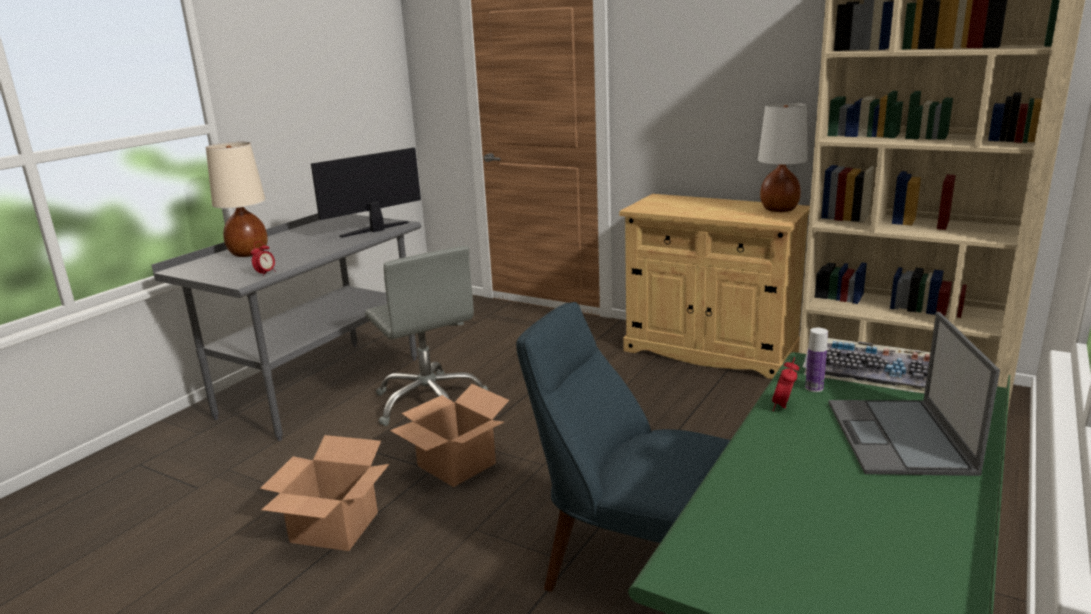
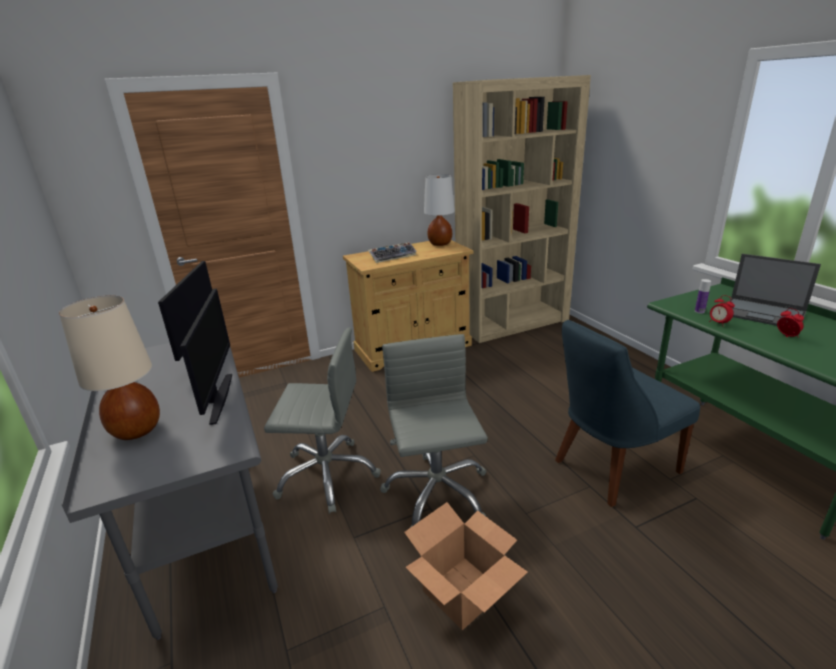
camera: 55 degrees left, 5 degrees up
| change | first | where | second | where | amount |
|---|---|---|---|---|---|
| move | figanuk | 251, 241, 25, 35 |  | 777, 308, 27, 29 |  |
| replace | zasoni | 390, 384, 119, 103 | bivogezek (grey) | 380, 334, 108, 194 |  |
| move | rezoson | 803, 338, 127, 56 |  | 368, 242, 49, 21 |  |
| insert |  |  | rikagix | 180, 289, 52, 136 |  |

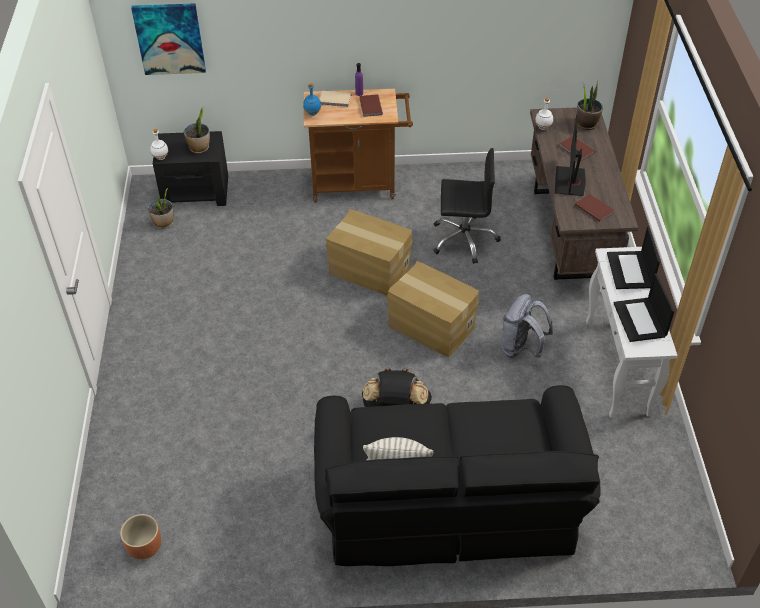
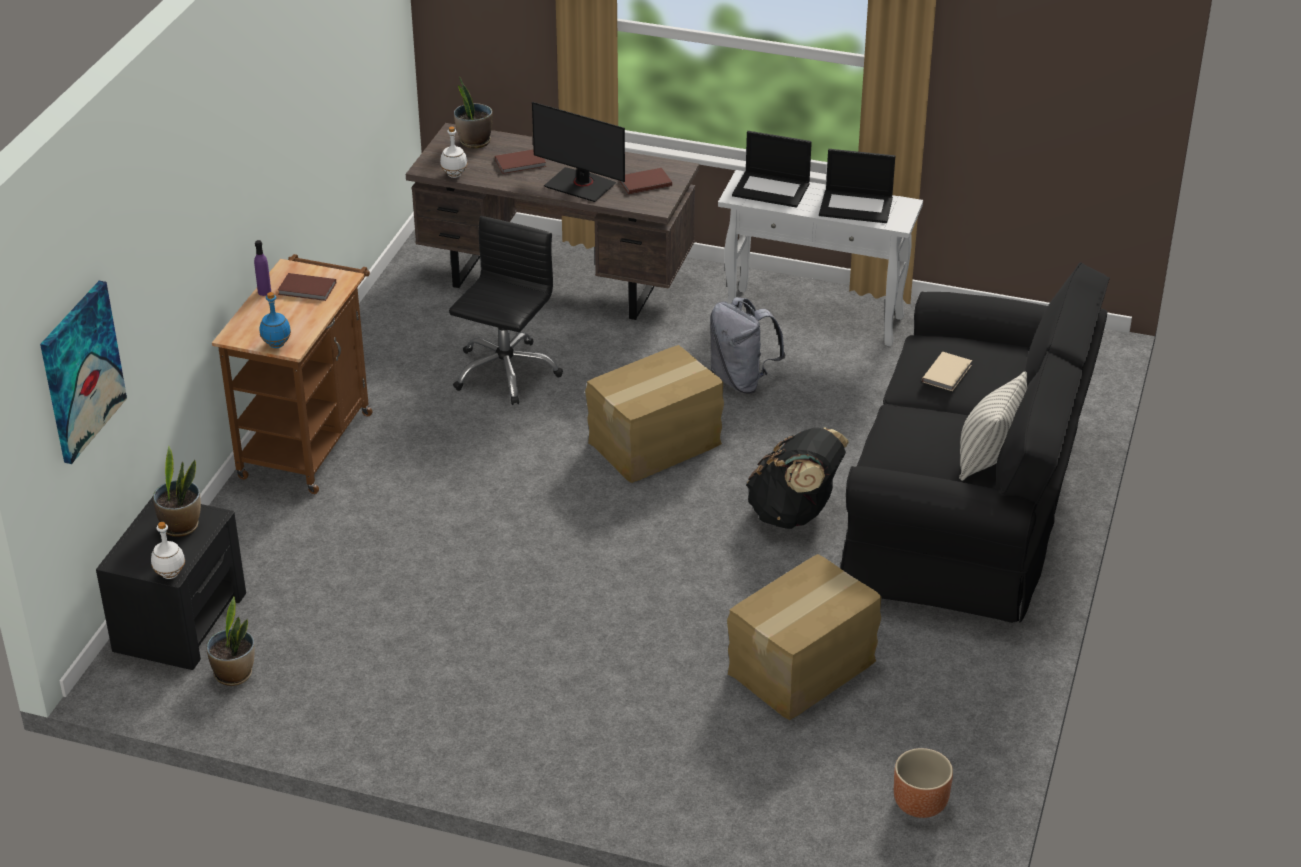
camera: 70 degrees left, 10 degrees down
| change | first | where | second | where | amount |
|---|---|---|---|---|---|
| move | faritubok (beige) | 320, 91, 32, 16 |  | 922, 352, 50, 39 |  |
| move | zasoni | 326, 209, 86, 86 |  | 727, 554, 155, 166 |  |

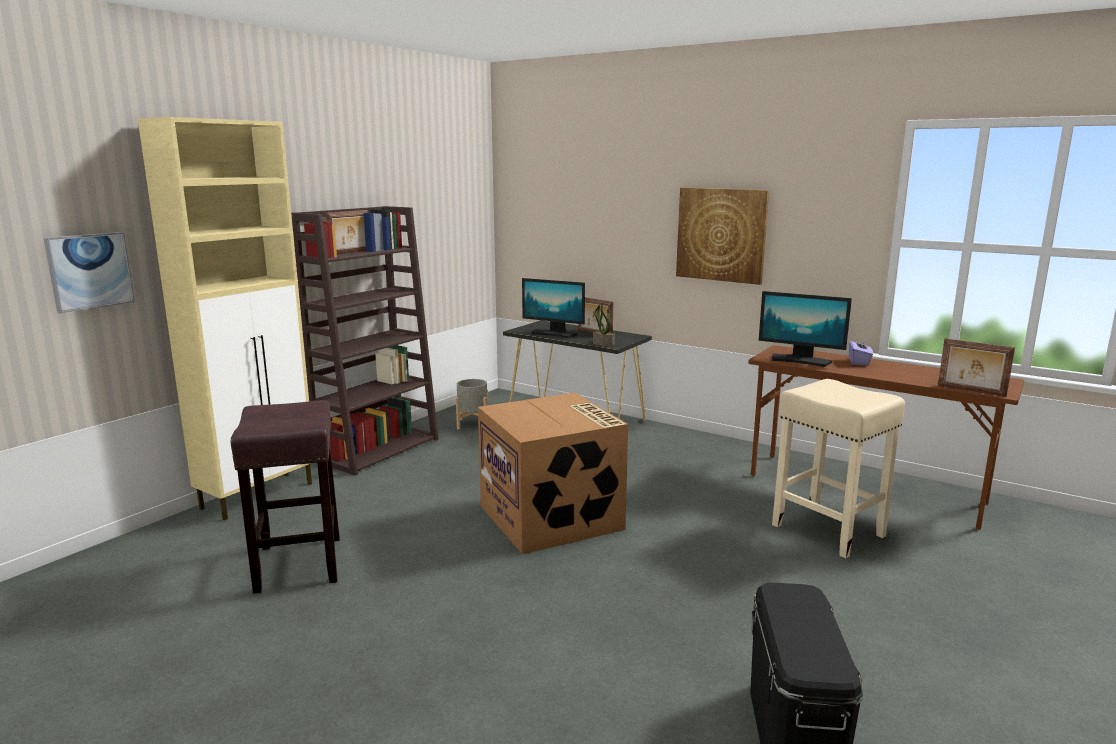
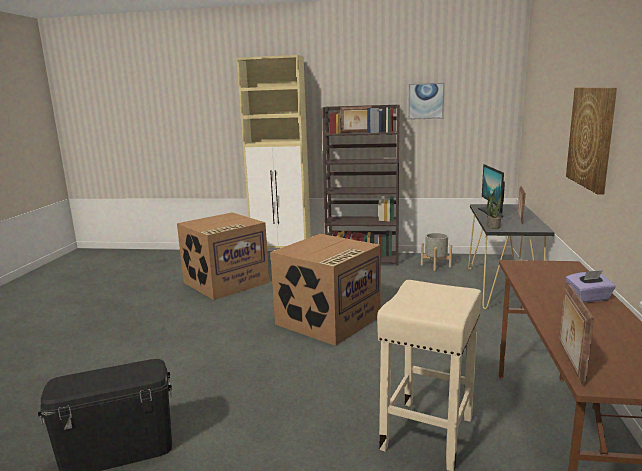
camera: 65 degrees right, 0 degrees up
| change | first | where | second | where | amount |
|---|---|---|---|---|---|
| move | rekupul | 44, 232, 91, 81 |  | 408, 83, 37, 37 |  |
| replace | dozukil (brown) | 231, 400, 109, 194 | zasoni | 177, 212, 92, 88 |  |
| delete | rikagix | 759, 291, 93, 76 |  |  |  |

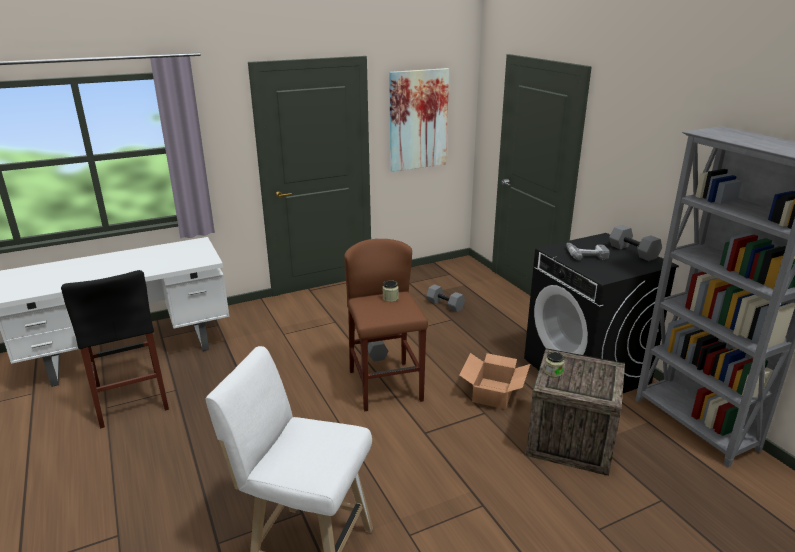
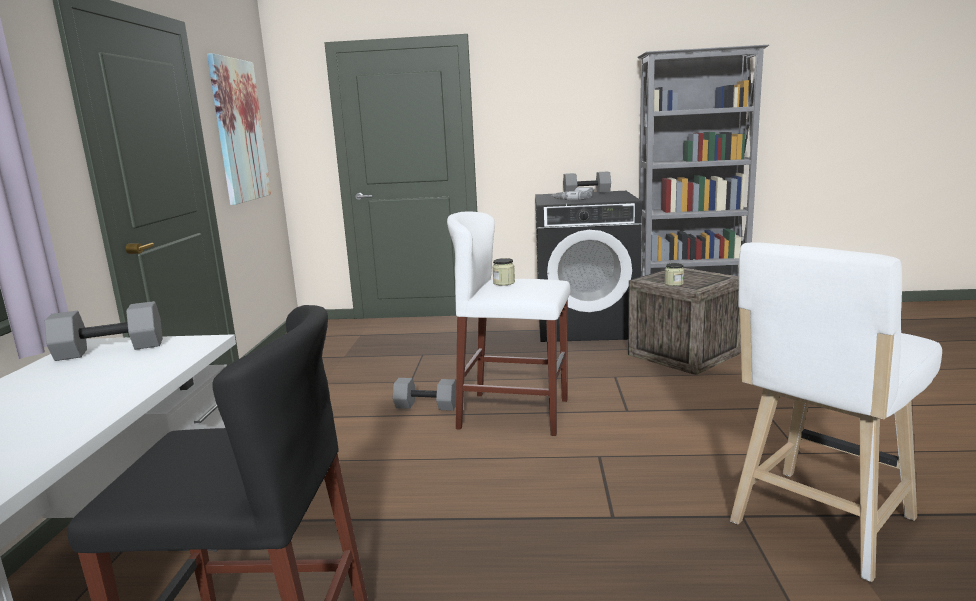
camera: 60 degrees left, 10 degrees down
| change | first | where | second | where | amount |
|---|---|---|---|---|---|
| recolor | dozukil (brown) | 344, 239, 84, 172 | dozukil (white) | 447, 212, 123, 224 |  |
| move | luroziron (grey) | 426, 284, 39, 28 |  | 45, 301, 118, 60 |  |
| delete | zasoni | 459, 353, 71, 56 |  |  |  |

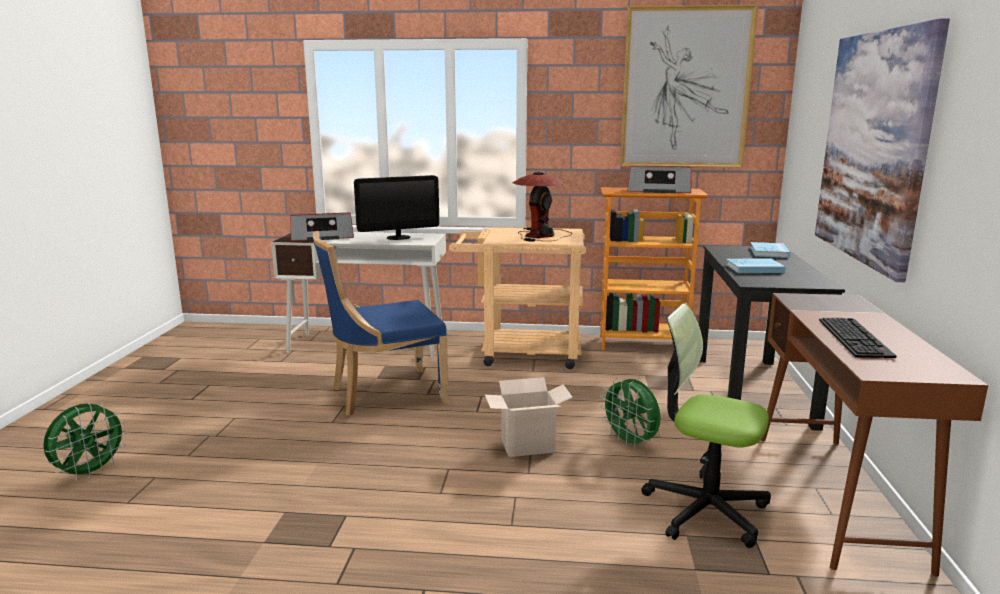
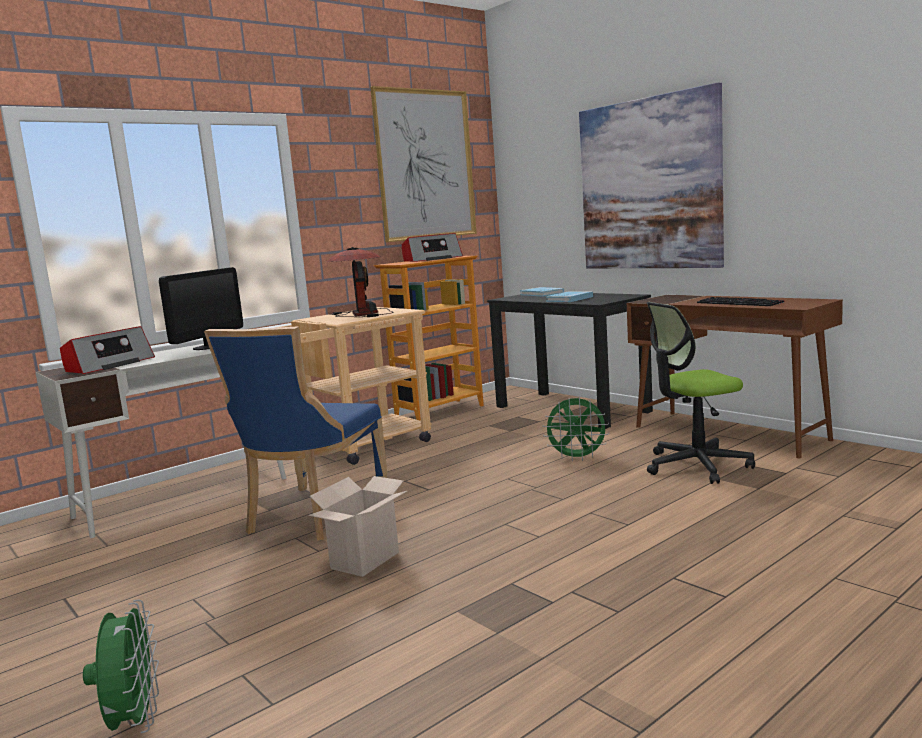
camera: 45 degrees left, 5 degrees down
| change | first | where | second | where | amount |
|---|---|---|---|---|---|
| move | zasoni | 485, 377, 88, 80 |  | 308, 476, 99, 101 |  |

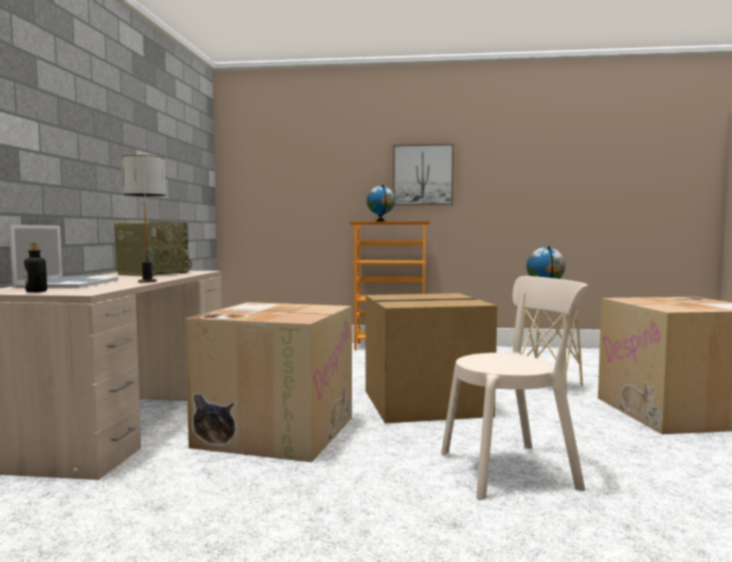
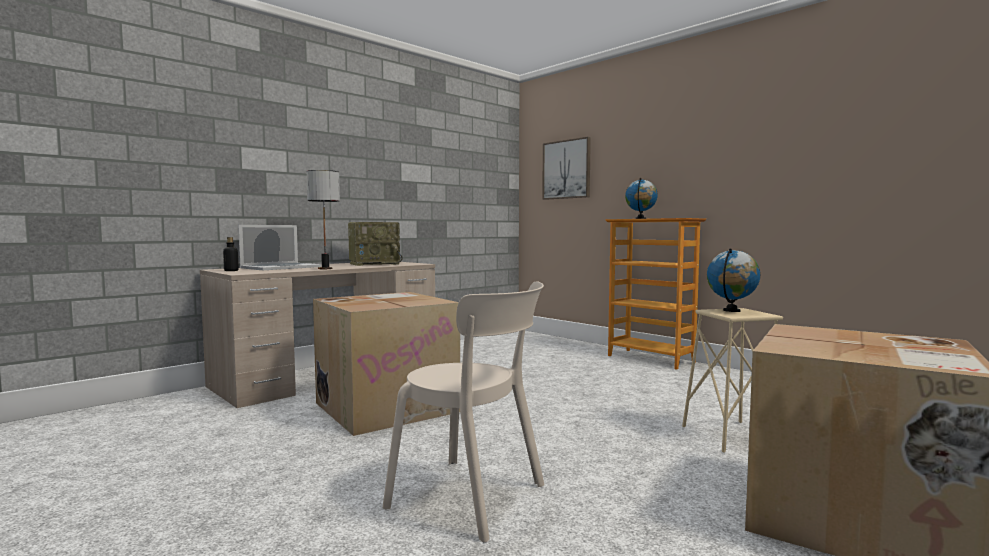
camera: 40 degrees right, 0 degrees up
| change | first | where | second | where | amount |
|---|---|---|---|---|---|
| delete | zasoni | 366, 293, 131, 130 |  |  |  |
| move | rekupul | 393, 144, 61, 61 |  | 542, 137, 49, 63 |  |

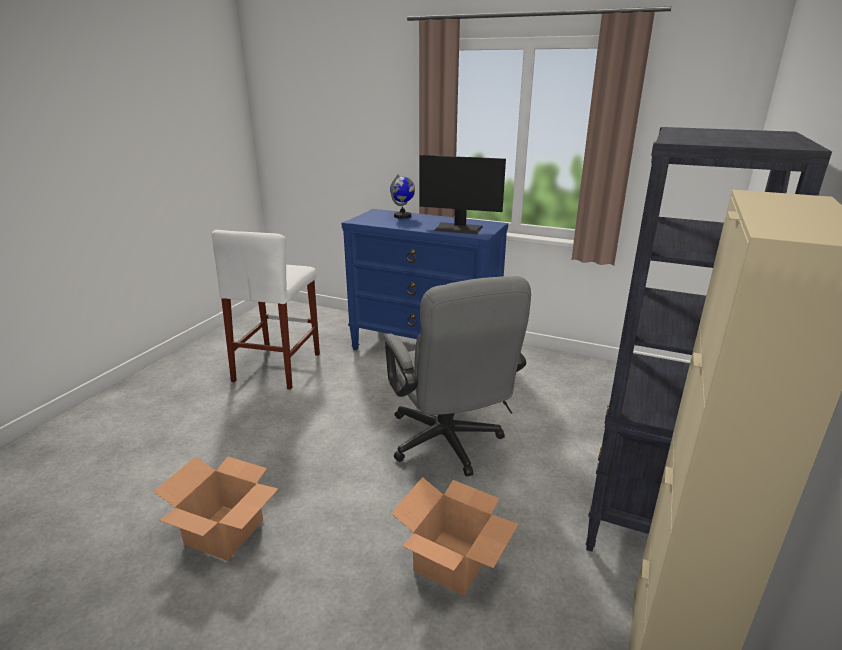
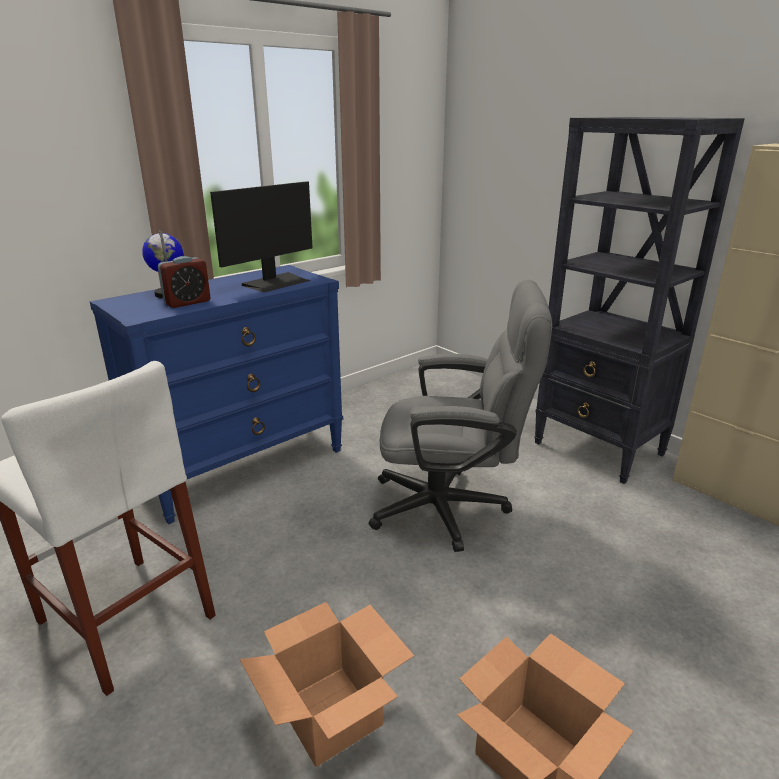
camera: 65 degrees left, 0 degrees up
| change | first | where | second | where | amount |
|---|---|---|---|---|---|
| move | zasoni | 391, 477, 127, 119 |  | 240, 602, 174, 165 |  |
| insert |  |  | figanuk | 158, 256, 53, 52 |  |

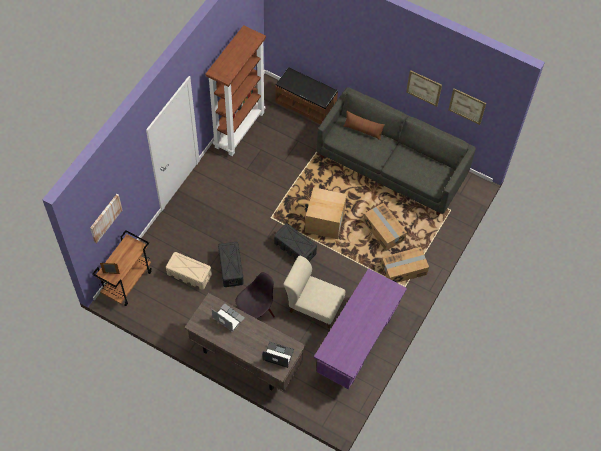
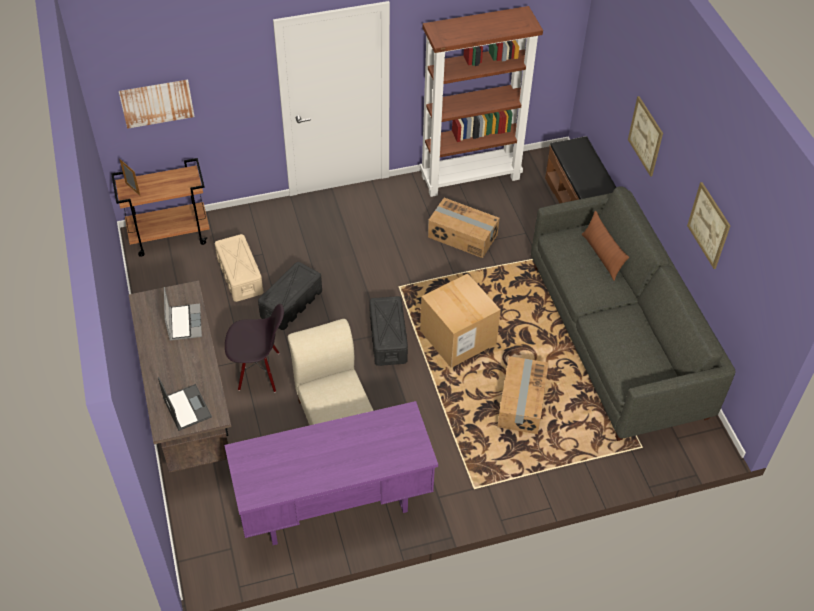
camera: 45 degrees right, 10 degrees down
| change | first | where | second | where | amount |
|---|---|---|---|---|---|
| move | zasoni | 381, 247, 48, 36 |  | 428, 198, 72, 60 |  |
| move | rekupul | 448, 88, 38, 37 |  | 628, 96, 35, 81 |  |

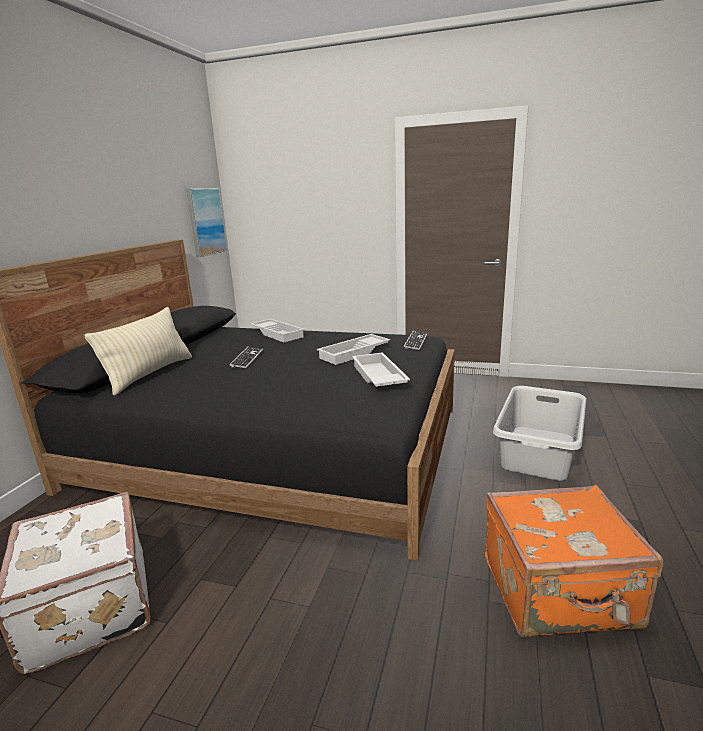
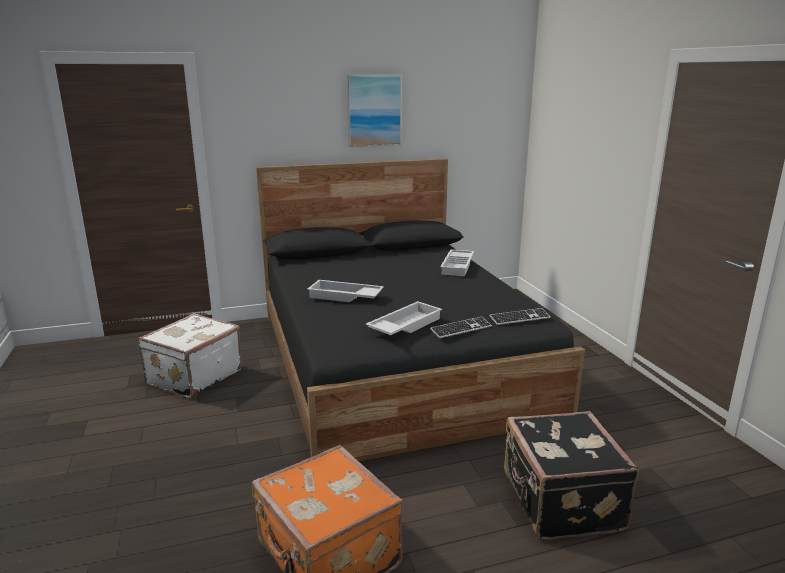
camera: 55 degrees right, 0 degrees up
| change | first | where | second | where | amount |
|---|---|---|---|---|---|
| delete | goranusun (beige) | 85, 307, 107, 89 |  |  |  |
| move | rekupul | 186, 188, 41, 69 |  | 347, 75, 55, 72 |  |
| move | rezoson | 229, 346, 34, 22 |  | 430, 316, 62, 22 |  |
| move | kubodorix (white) | 317, 334, 73, 31 |  | 307, 280, 77, 22 |  |
| replace | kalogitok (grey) | 493, 386, 93, 95 | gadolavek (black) | 504, 411, 135, 129 |  |

